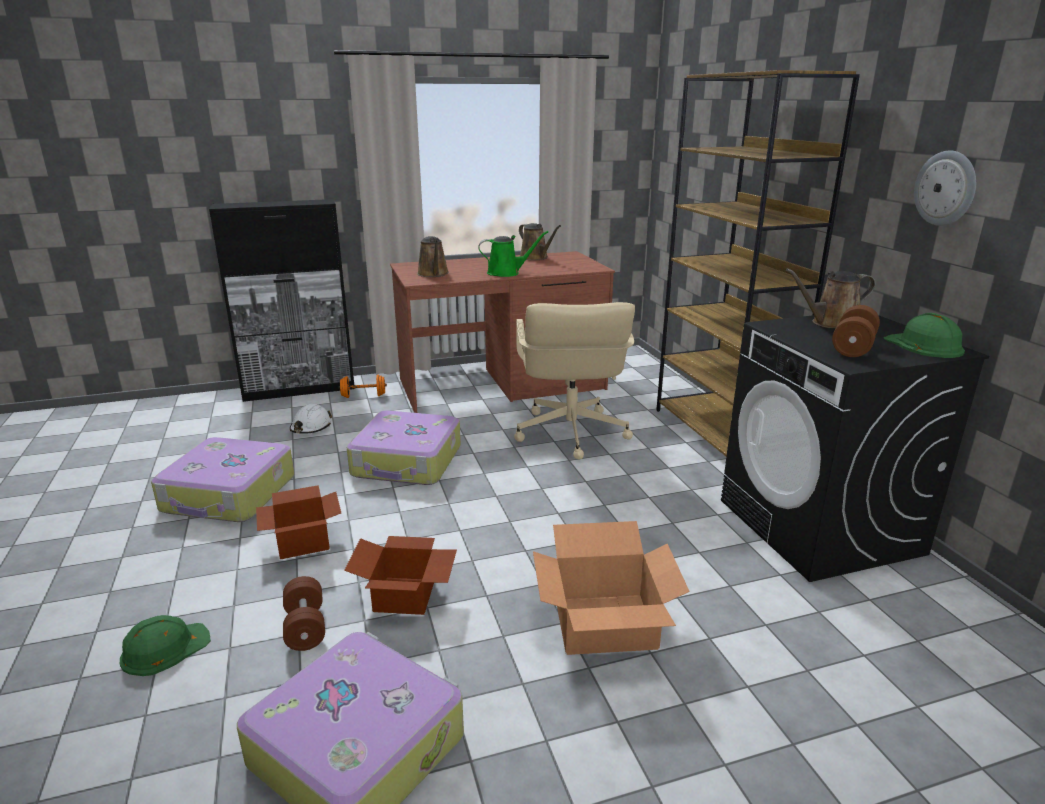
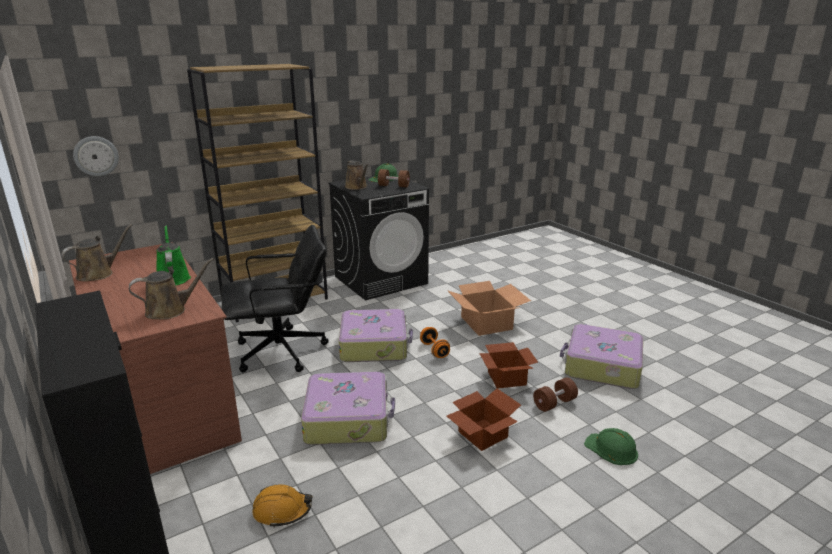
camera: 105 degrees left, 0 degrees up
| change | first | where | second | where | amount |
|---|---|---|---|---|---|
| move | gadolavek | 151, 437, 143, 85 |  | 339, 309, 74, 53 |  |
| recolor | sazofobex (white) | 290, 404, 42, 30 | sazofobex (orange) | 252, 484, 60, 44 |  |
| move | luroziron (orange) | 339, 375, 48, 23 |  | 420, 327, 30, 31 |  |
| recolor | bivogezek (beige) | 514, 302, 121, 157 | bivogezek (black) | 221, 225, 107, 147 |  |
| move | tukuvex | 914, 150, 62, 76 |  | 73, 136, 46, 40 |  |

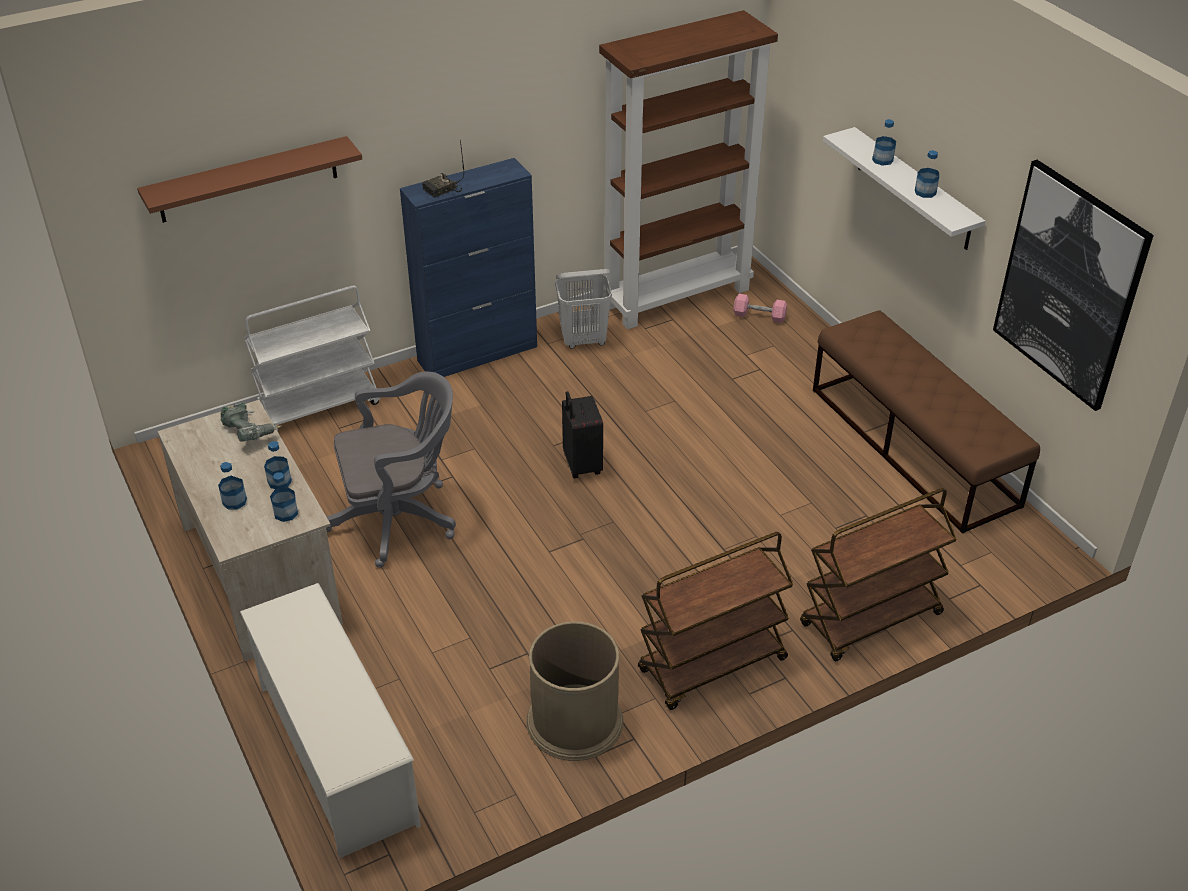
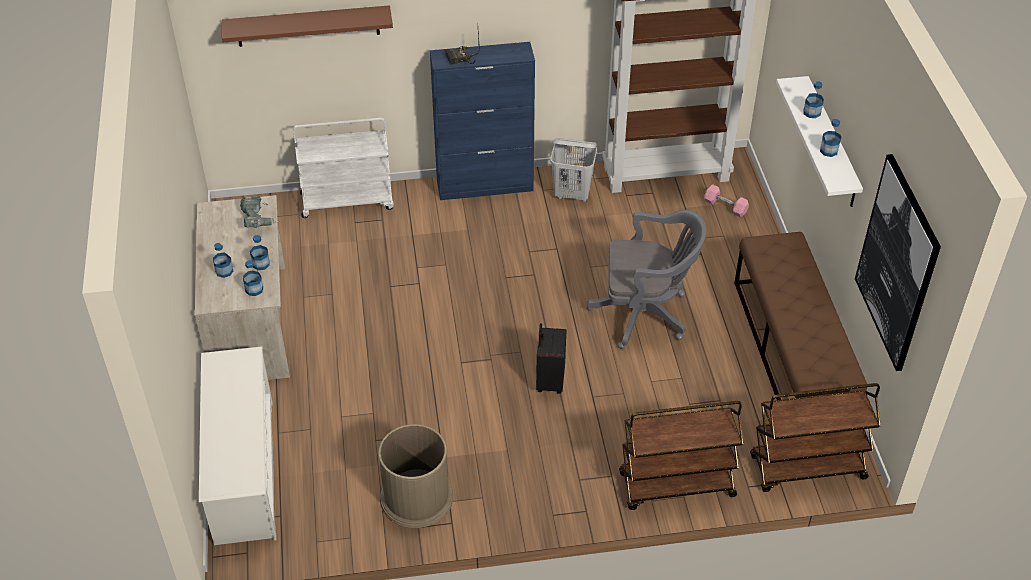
camera: 20 degrees right, 5 degrees up
| change | first | where | second | where | amount |
|---|---|---|---|---|---|
| move | bivogezek (grey) | 326, 372, 130, 196 |  | 586, 210, 120, 139 |  |
| move | gadolavek (black) | 562, 391, 41, 87 |  | 536, 323, 30, 71 |  |
| move | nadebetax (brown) | 638, 532, 156, 178 |  | 750, 383, 131, 109 |  |

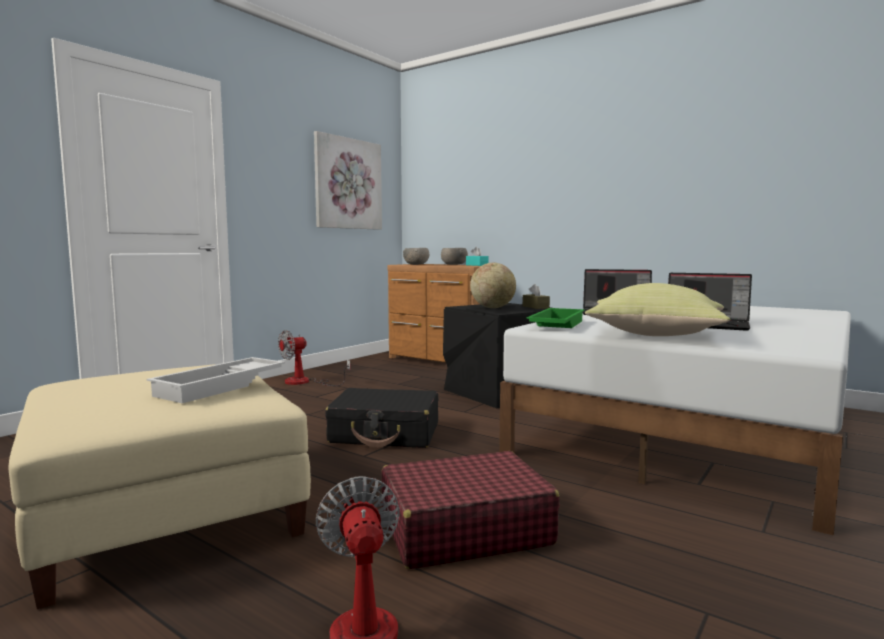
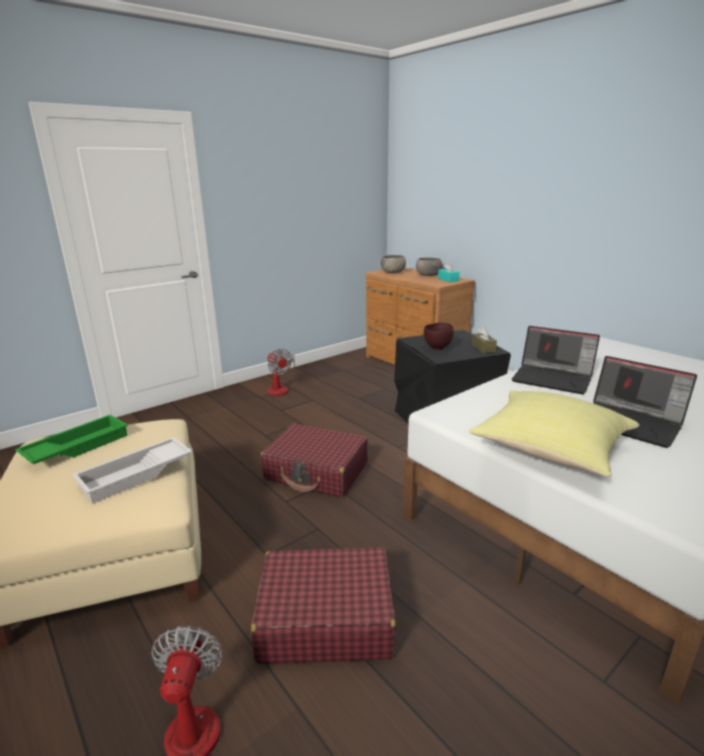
camera: 15 degrees right, 15 degrees up
| change | first | where | second | where | amount |
|---|---|---|---|---|---|
| rotate | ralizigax | 278, 330, 73, 56 |  | 267, 349, 30, 47 | 105 degrees counterclockwise |
| delete | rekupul | 314, 131, 68, 99 |  |  |  |
| recolor | gadolavek (black) | 325, 388, 113, 60 | gadolavek (red) | 261, 423, 107, 75 |  |
| replace | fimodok | 470, 263, 46, 45 | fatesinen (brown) | 424, 322, 30, 28 |  |
| move | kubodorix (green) | 526, 308, 59, 20 |  | 15, 415, 113, 49 |  |

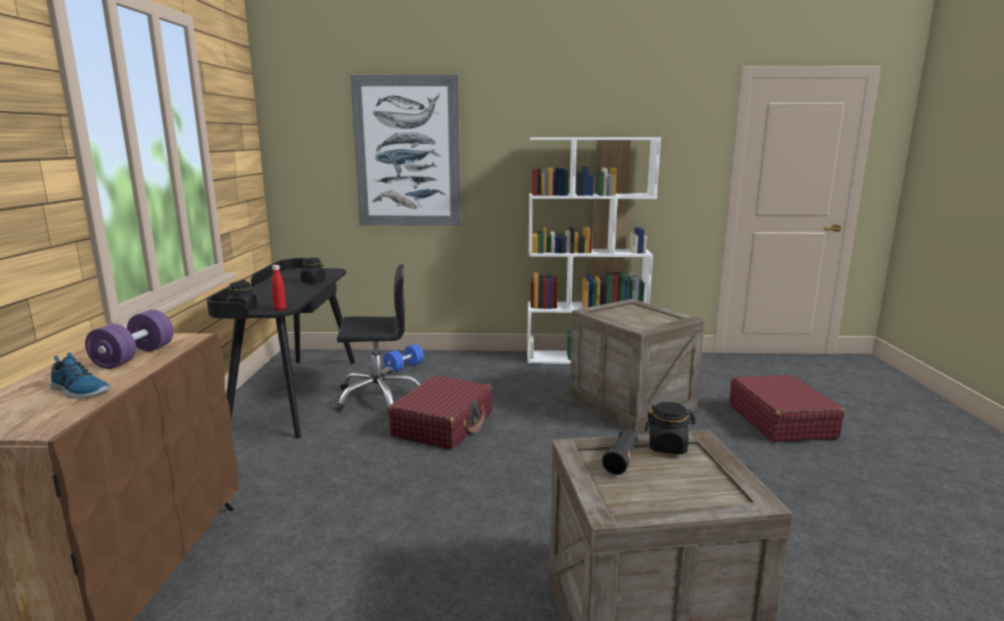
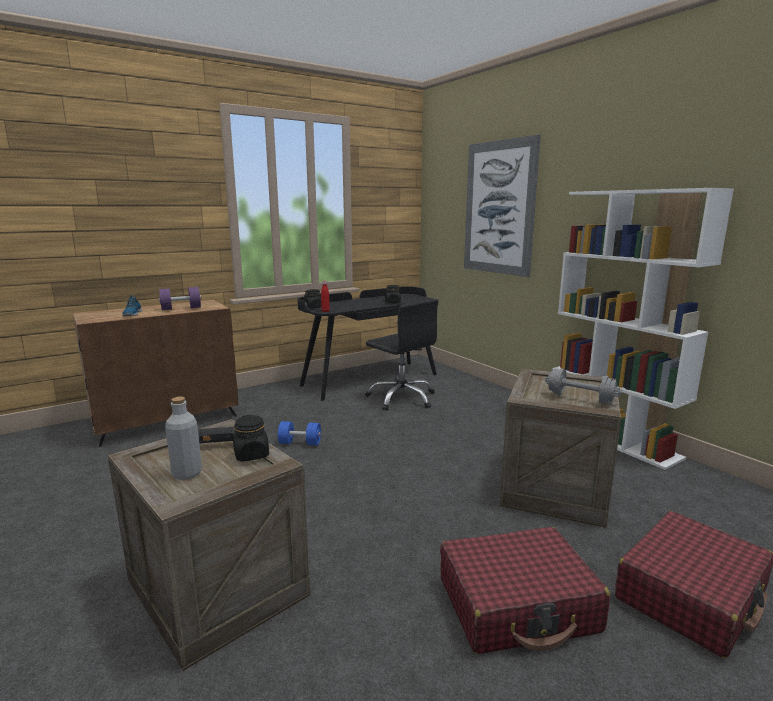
camera: 55 degrees right, 0 degrees up
| change | first | where | second | where | amount |
|---|---|---|---|---|---|
| move | luroziron (blue) | 384, 344, 40, 28 |  | 278, 421, 43, 24 |  |
| move | gadolavek (red) | 388, 375, 104, 75 |  | 440, 527, 170, 127 |  |
| insert |  |  | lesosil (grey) | 165, 397, 37, 83 |  |
| insert |  |  | luroziron (grey) | 545, 369, 77, 35 |  |

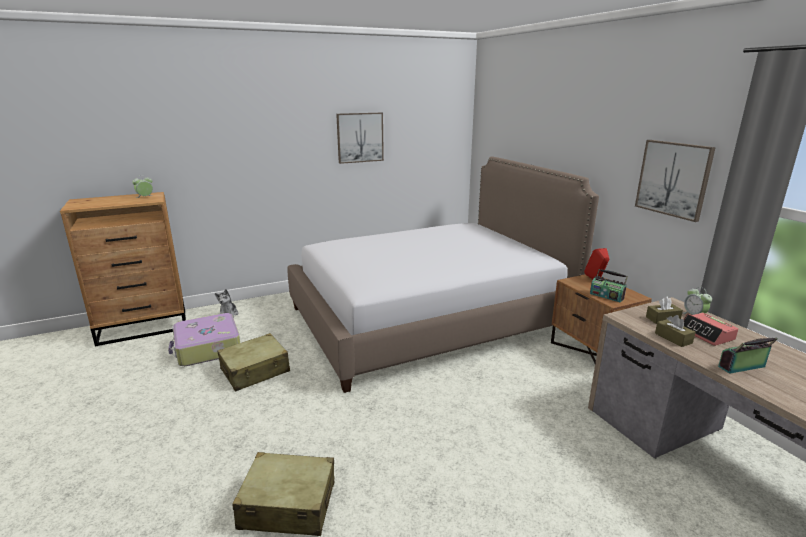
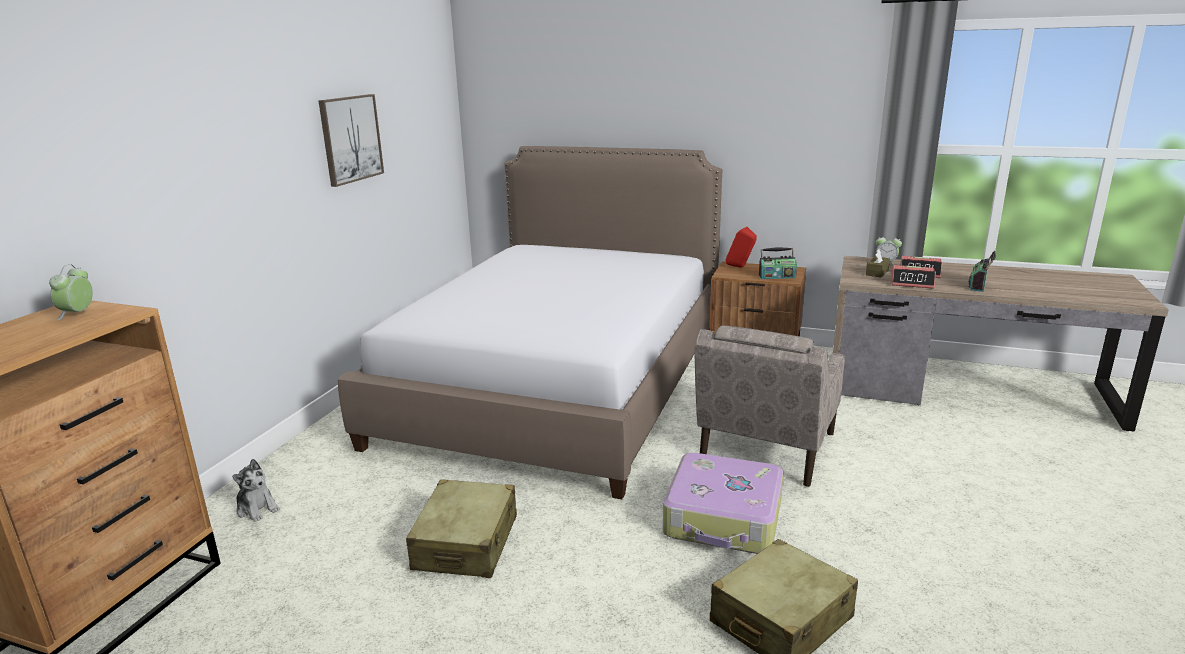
camera: 45 degrees left, 0 degrees up
| change | first | where | second | where | amount |
|---|---|---|---|---|---|
| move | gadolavek | 168, 313, 72, 53 |  | 663, 453, 120, 101 |  |
| delete | rekupul | 635, 140, 81, 82 |  |  |  |
| replace | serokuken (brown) | 655, 315, 41, 32 | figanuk | 891, 265, 45, 24 |  |
| insert |  |  | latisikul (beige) | 694, 325, 151, 162 |  |

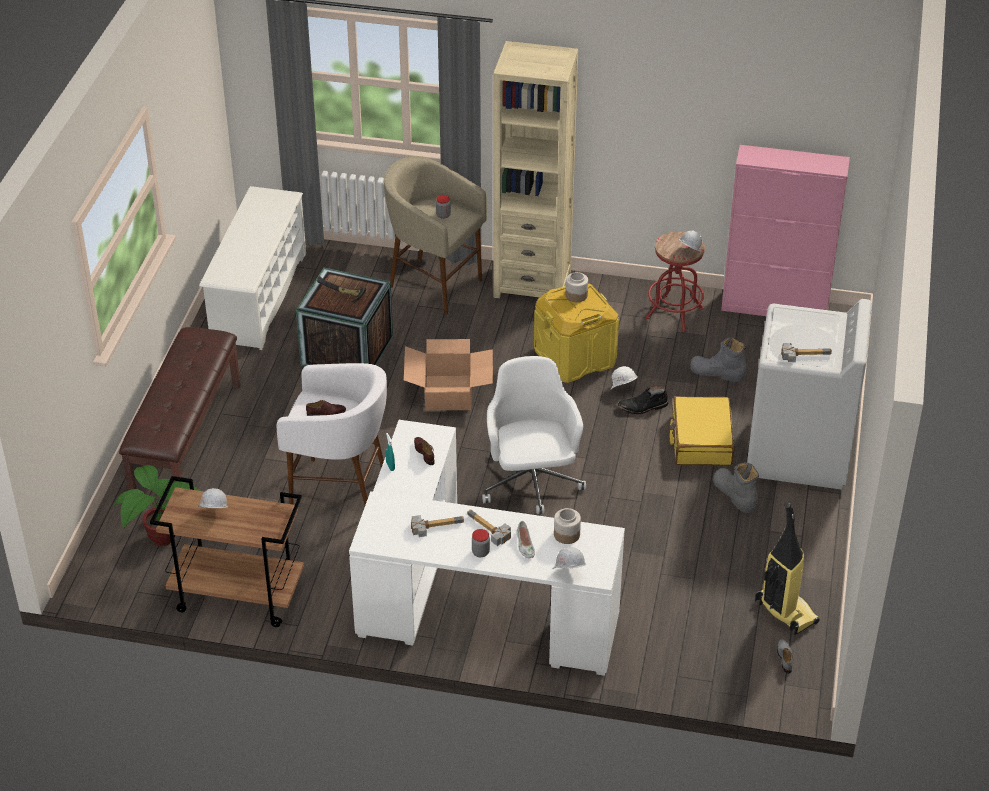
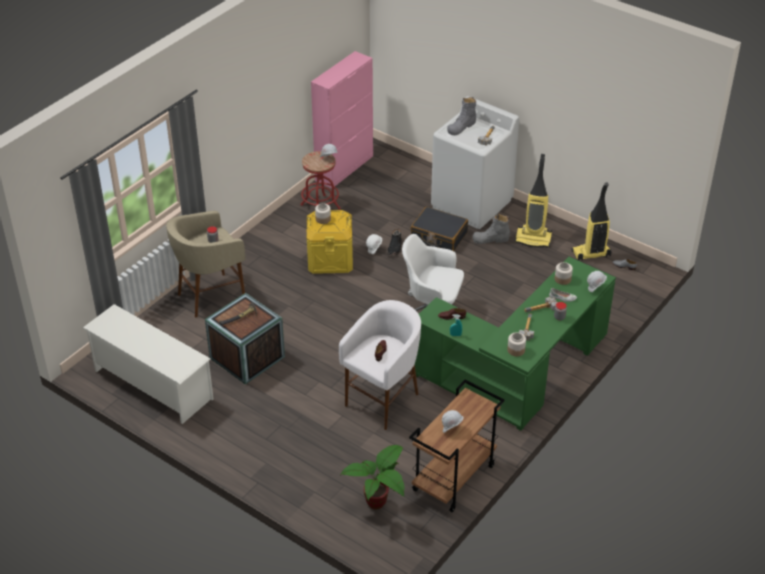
camera: 65 degrees left, 0 degrees up
| change | first | where | second | where | amount |
|---|---|---|---|---|---|
| delete | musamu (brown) | 119, 327, 121, 163 |  |  |  |
| recolor | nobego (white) | 349, 420, 276, 256 | nobego (green) | 415, 257, 201, 174 |  |
| delete | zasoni | 404, 339, 89, 71 |  |  |  |
| delete | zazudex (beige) | 493, 41, 85, 257 |  |  |  |
| recolor | gadolavek (yellow) | 670, 396, 64, 70 | gadolavek (black) | 411, 207, 57, 44 |  |
| move | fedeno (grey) | 690, 337, 56, 45 |  | 447, 97, 29, 38 |  |
| insert |  |  | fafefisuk | 507, 332, 19, 24 |  |
| insert |  |  | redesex | 515, 154, 37, 94 |  |

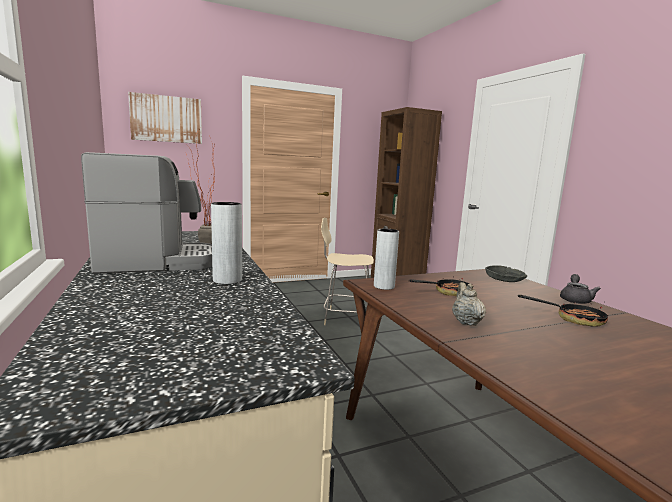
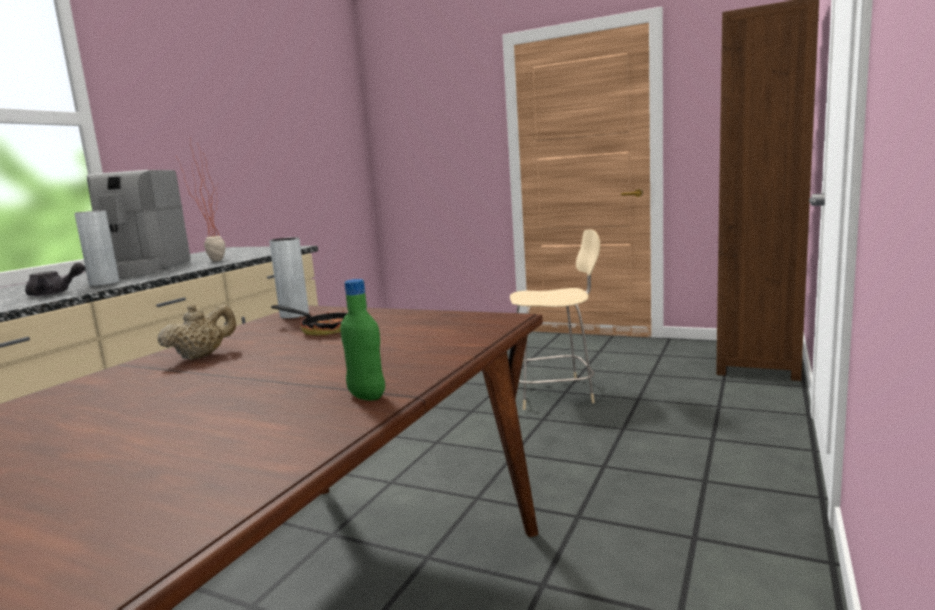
camera: 50 degrees right, 0 degrees up
| change | first | where | second | where | amount |
|---|---|---|---|---|---|
| rotate | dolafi | 81, 152, 131, 122 |  | 84, 170, 107, 108 | 60 degrees clockwise |
| delete | rekupul | 128, 92, 74, 52 |  |  |  |
| rotate | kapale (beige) | 321, 218, 53, 107 |  | 510, 229, 90, 181 | 120 degrees clockwise |
| delete | fatesinen (grey) | 485, 265, 43, 17 |  |  |  |
| delete | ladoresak | 518, 295, 90, 32 |  |  |  |
| move | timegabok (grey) | 560, 274, 41, 30 |  | 25, 263, 60, 34 |  |
| insert |  |  | lesosil (green) | 340, 279, 45, 121 |  |

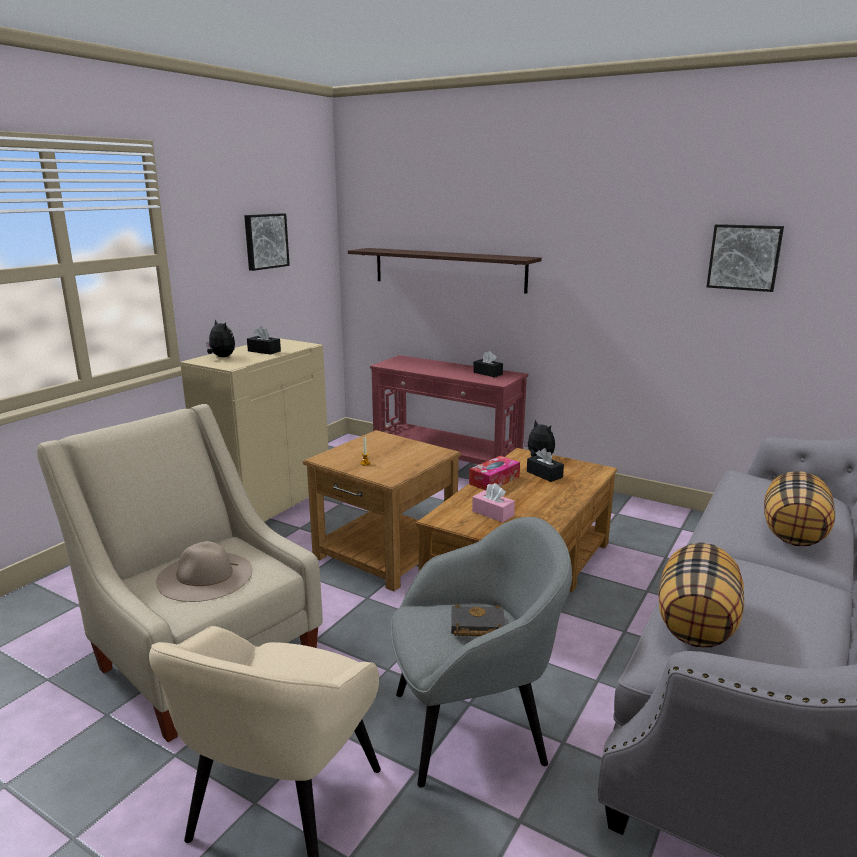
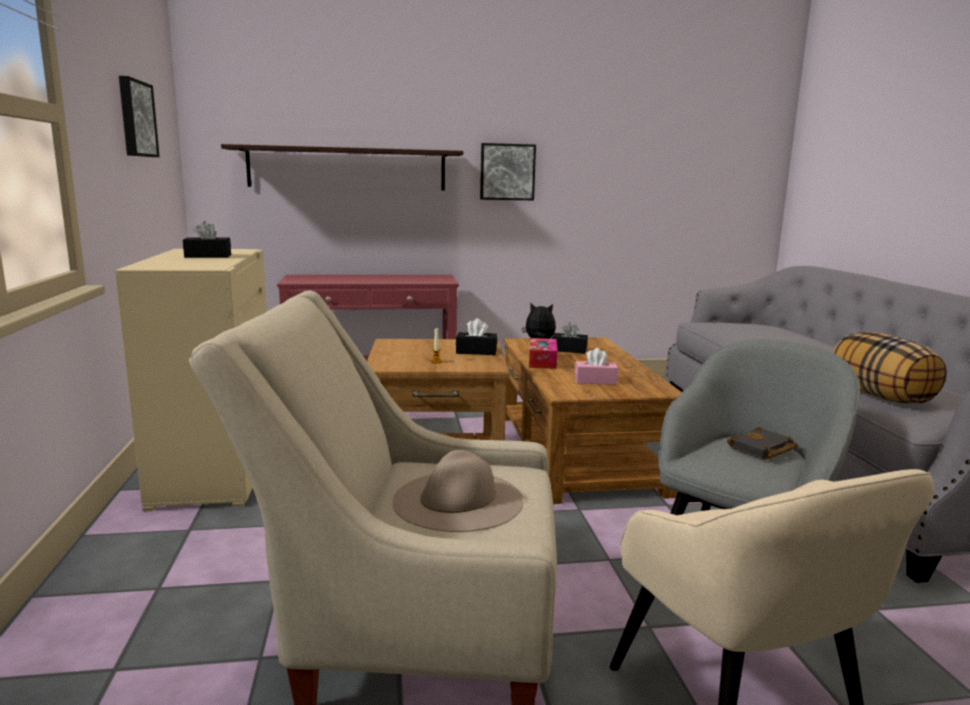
camera: 40 degrees left, 5 degrees down
| change | first | where | second | where | amount |
|---|---|---|---|---|---|
| delete | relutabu | 206, 319, 29, 38 |  |  |  |
| move | serokuken (black) | 473, 351, 30, 26 |  | 456, 318, 41, 37 |  |
| move | rekupul | 706, 224, 78, 68 |  | 480, 143, 56, 57 |  |
| delete | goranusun | 764, 471, 71, 75 |  |  |  |

